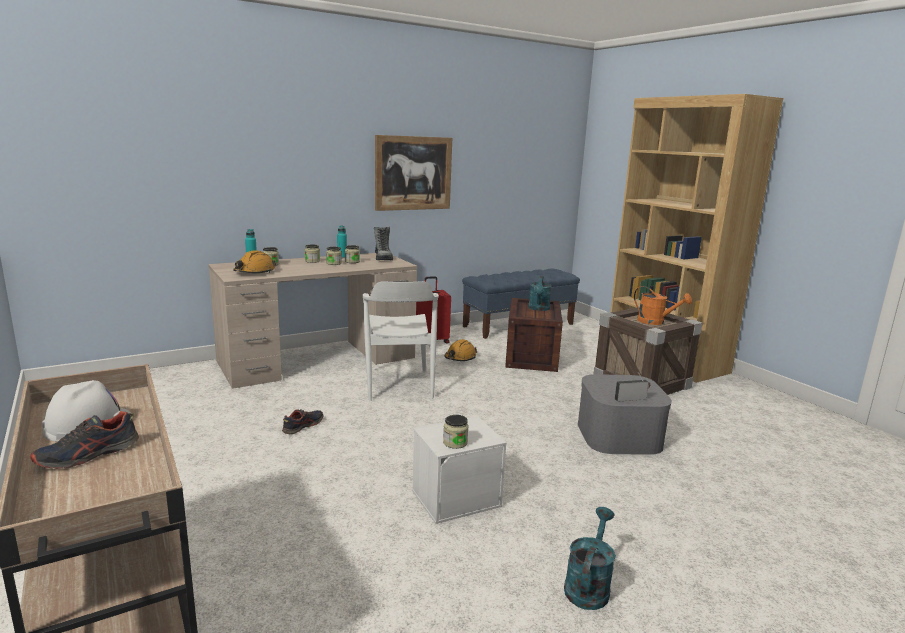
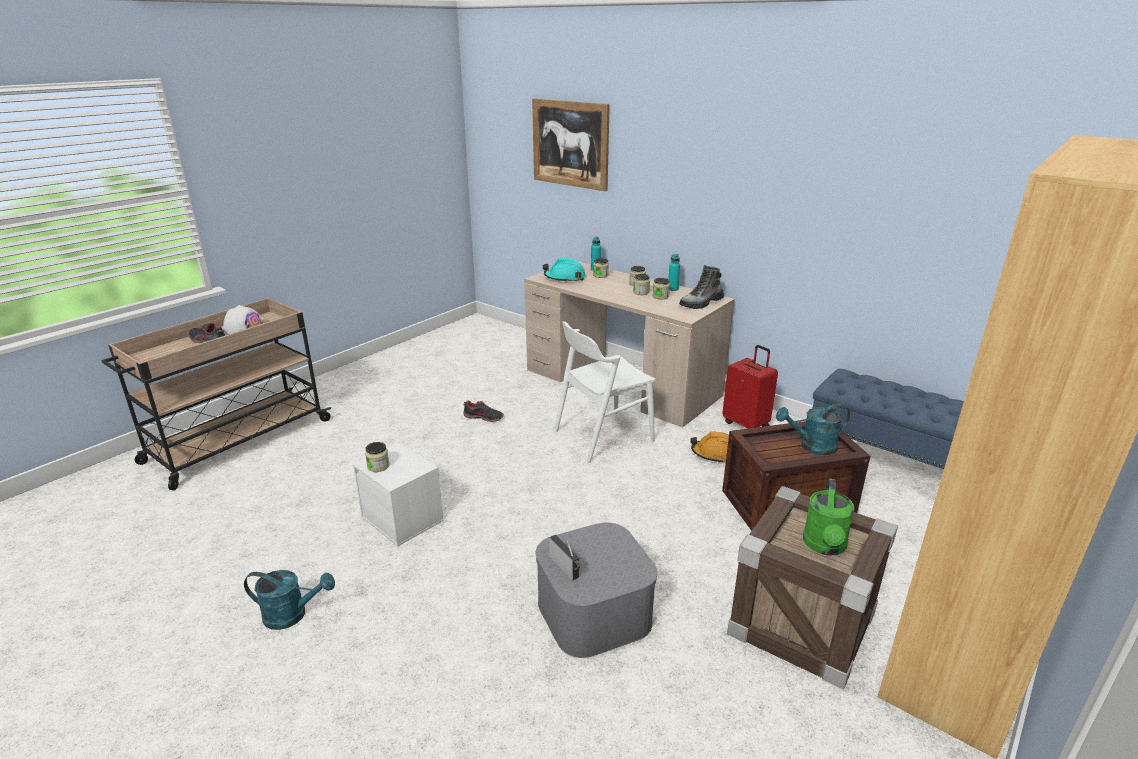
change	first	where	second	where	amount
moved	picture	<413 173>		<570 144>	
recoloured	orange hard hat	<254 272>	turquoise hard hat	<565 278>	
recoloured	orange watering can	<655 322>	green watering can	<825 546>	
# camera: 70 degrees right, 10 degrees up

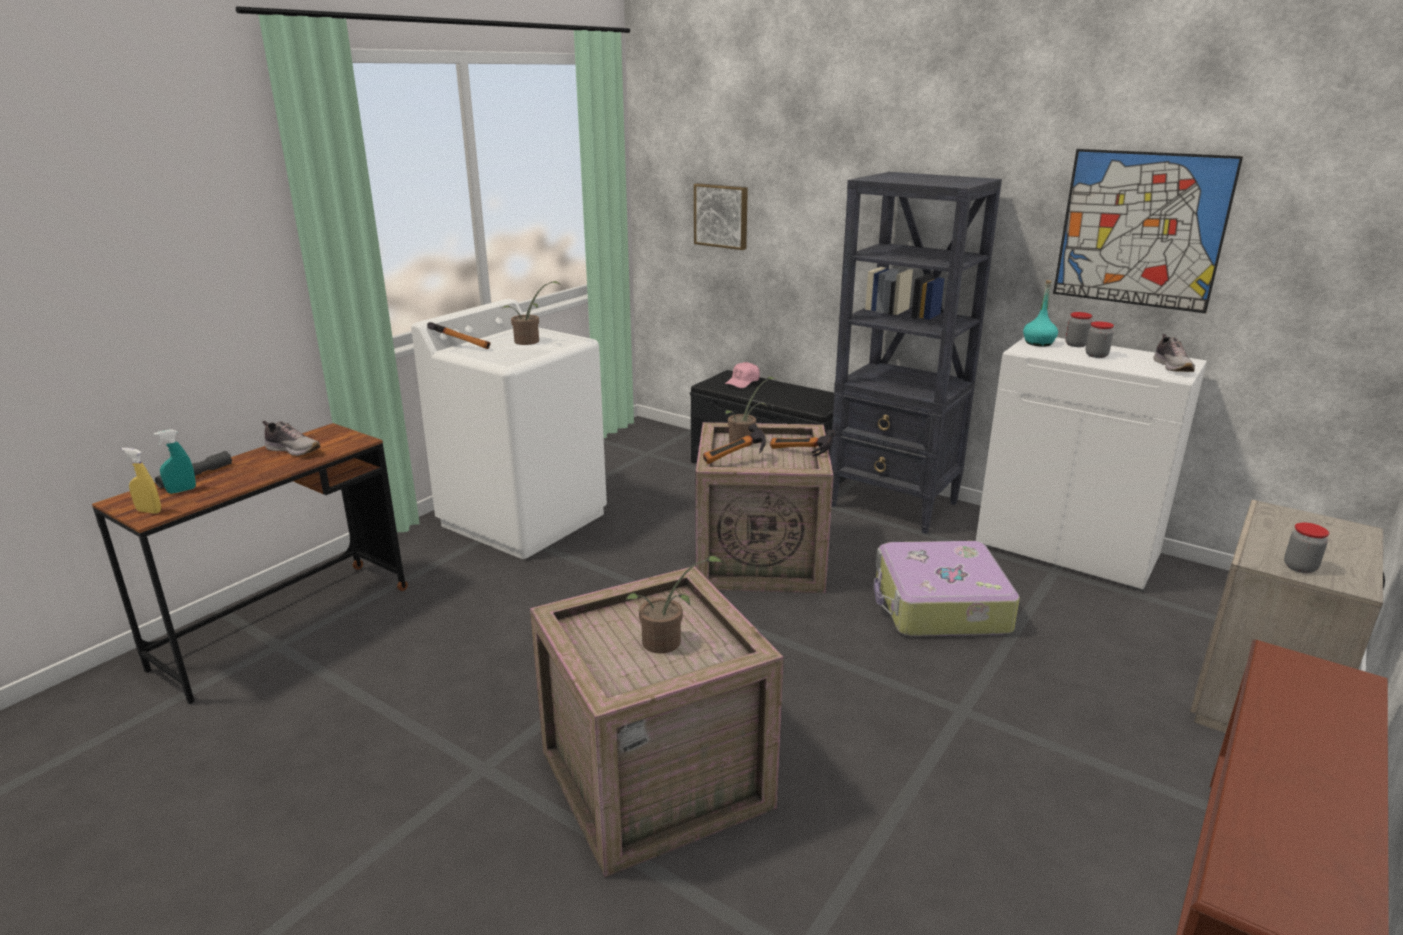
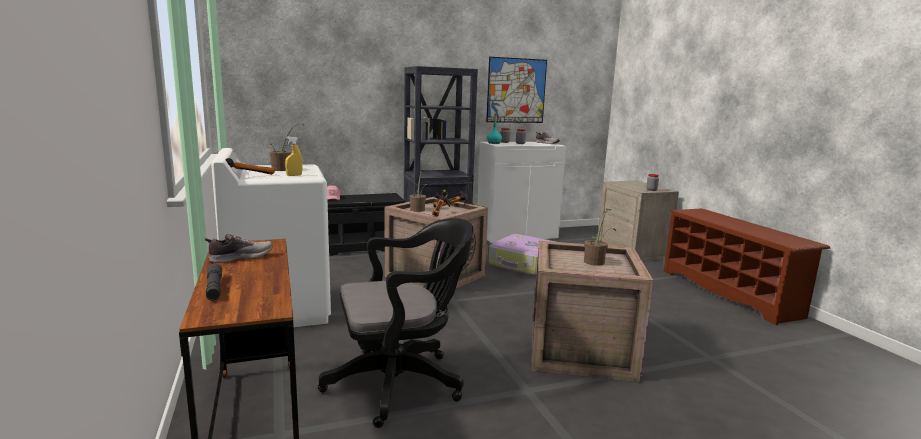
change	first	where	second	where	amount
removed	turquoise spray bottle	<182 490>			
removed	picture	<722 216>			
added			black office chair	<401 383>	
moved	yellow spray bottle	<149 511>		<294 175>	
# camera: 55 degrees left, 10 degrees down

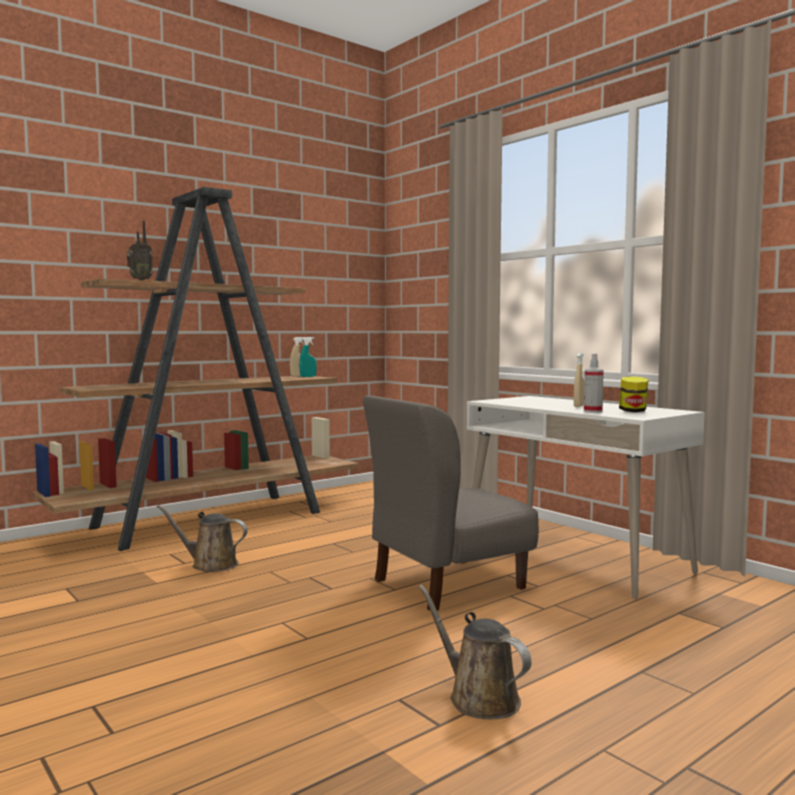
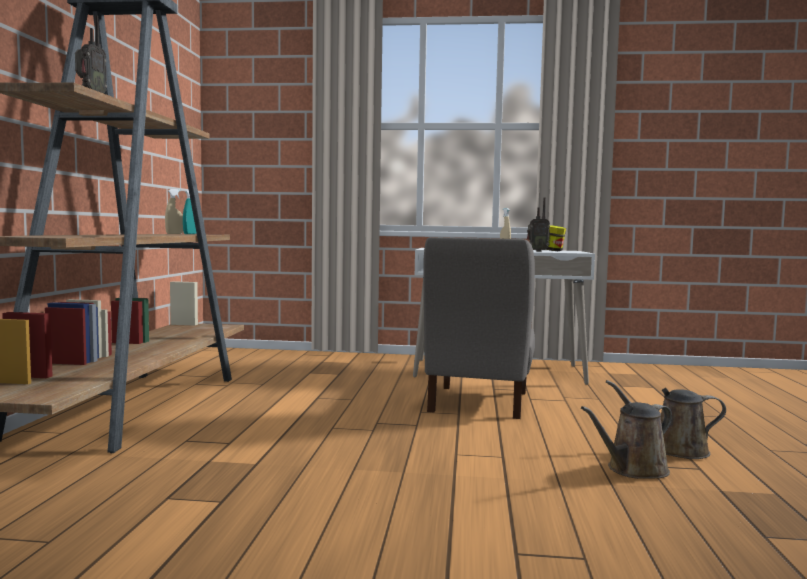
change	first	where	second	where	amount
moved	brown watering can	<210 564>		<633 470>	
replaced	spray bottle	<593 411>	radio	<537 251>	
# camera: 45 degrees left, 0 degrees up

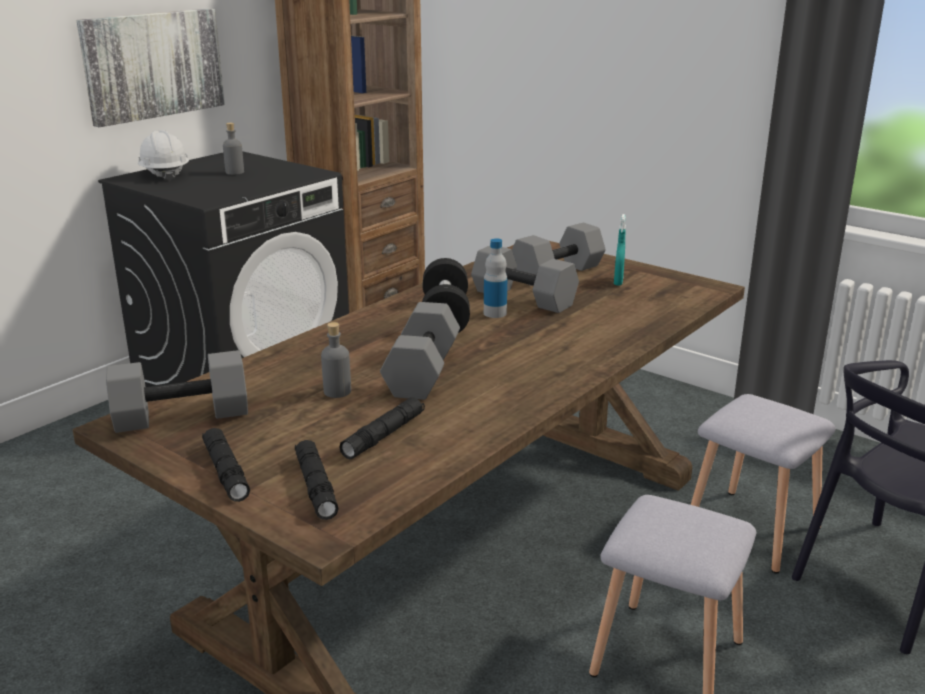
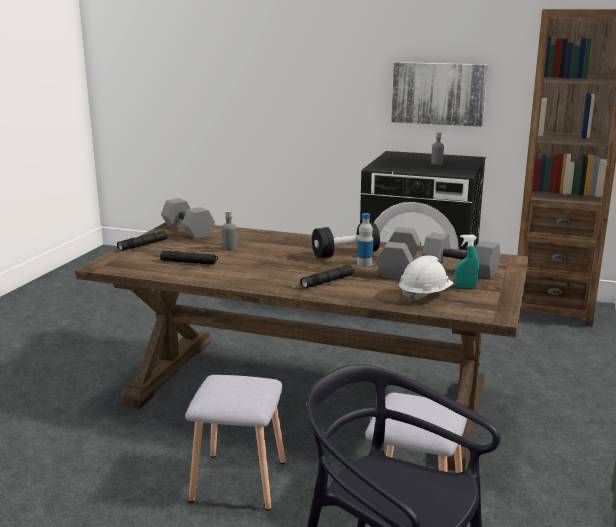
change	first	where	second	where	amount
removed	grey dumbbell	<420 371>			
moved	white hard hat	<164 174>		<424 295>	
moved	black flashlight	<316 486>		<328 281>	
# camera: 70 degrees right, 5 degrees down

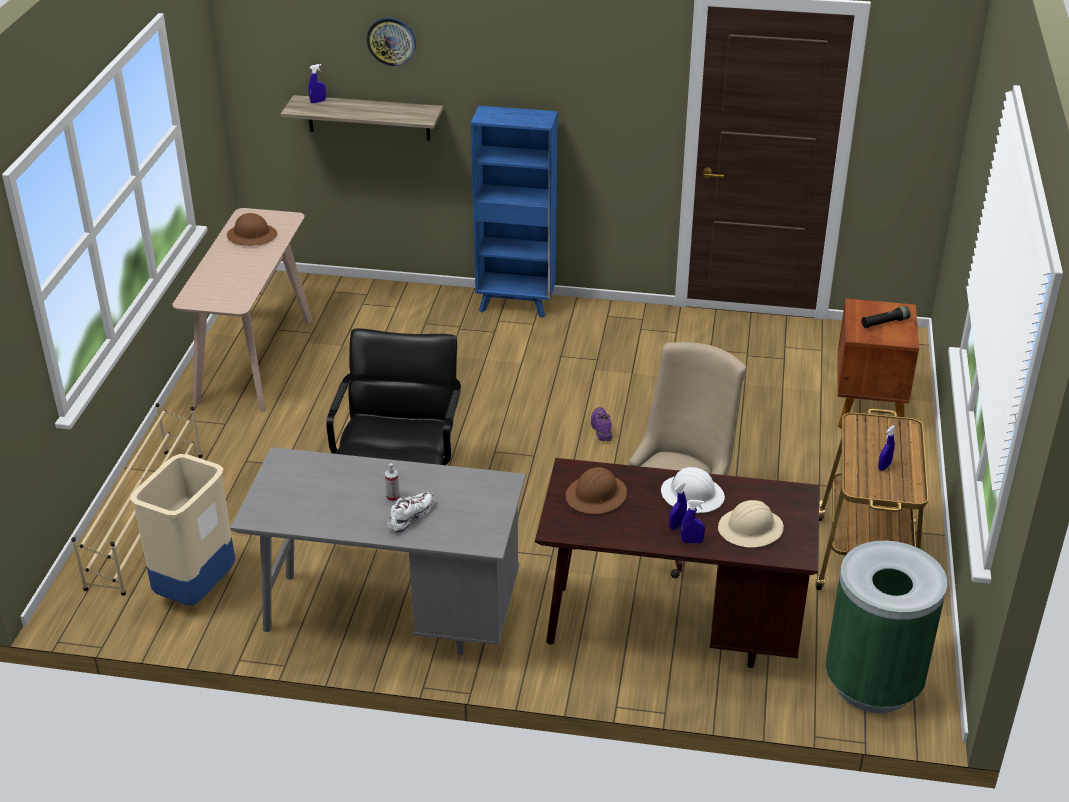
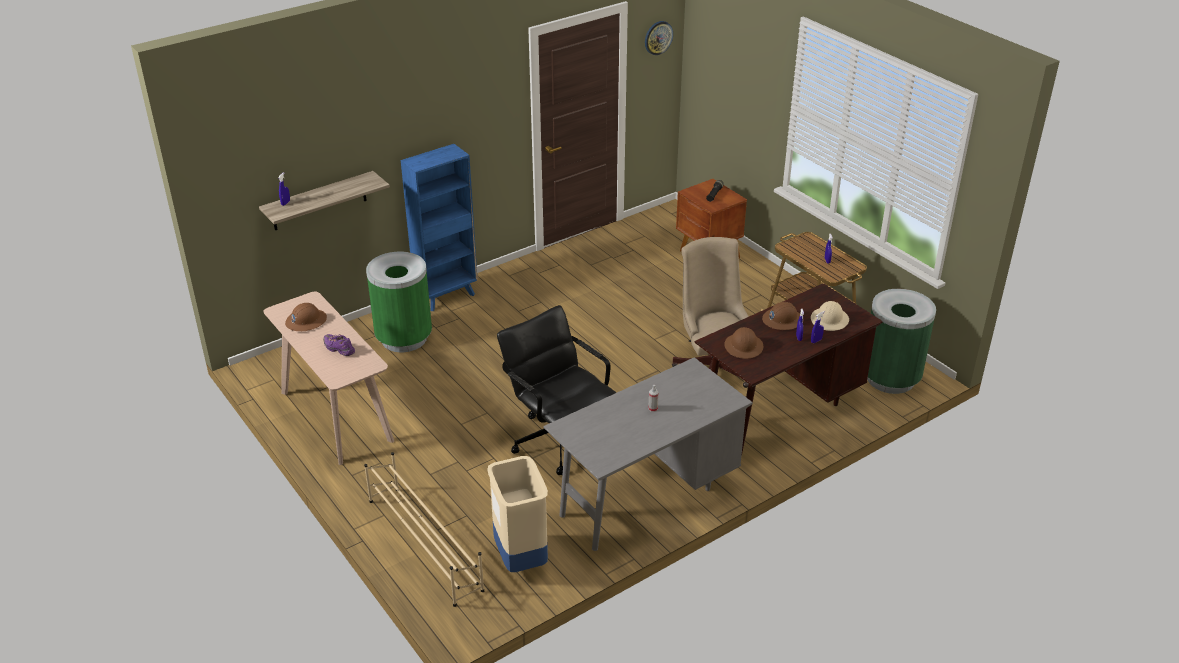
change	first	where	second	where	amount
removed	white shoe	<410 517>			
added			green trash can	<404 339>	
moved	wall clock	<391 41>		<658 37>	
moved	purple shoe	<601 429>		<339 349>	
recoloured	white hard hat	<692 495>	brown hard hat	<782 320>	
# camera: 45 degrees left, 0 degrees up

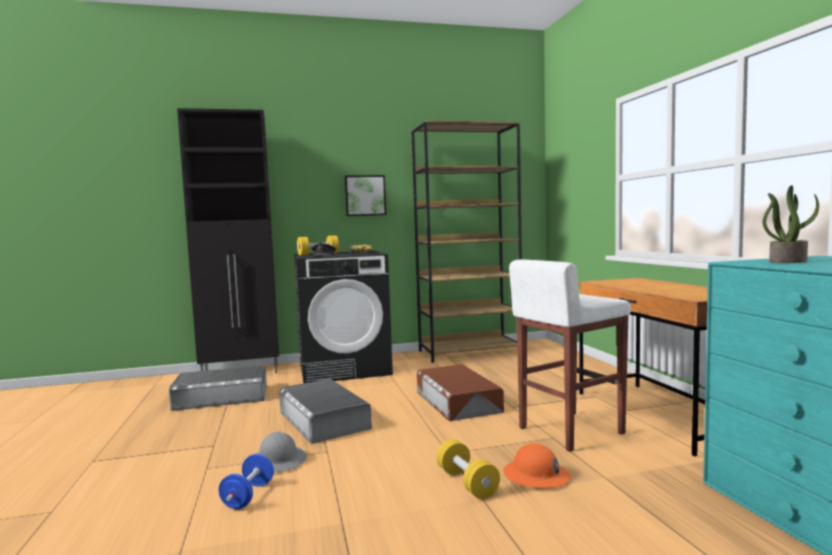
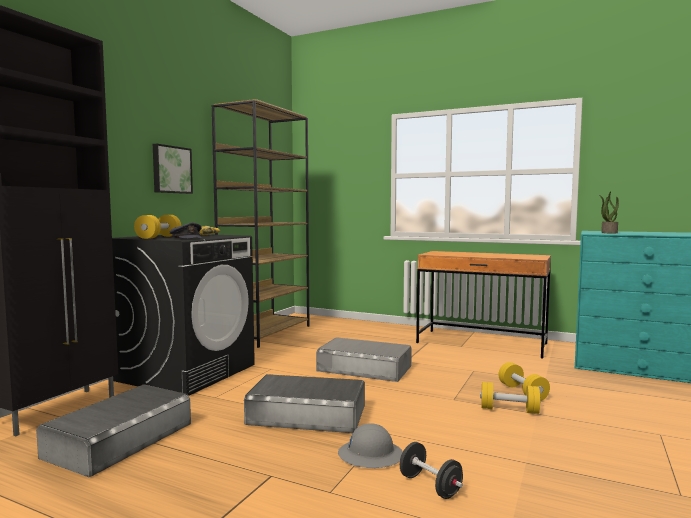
change	first	where	second	where	amount
removed	white stool	<569 430>			
replaced	orange hard hat	<536 476>	yellow dumbbell	<522 392>	
recoloured	blue dumbbell	<248 496>	black dumbbell	<430 486>	
recoloured	brown storage box	<458 401>	grey storage box	<364 368>	
# camera: 50 degrees left, 0 degrees up

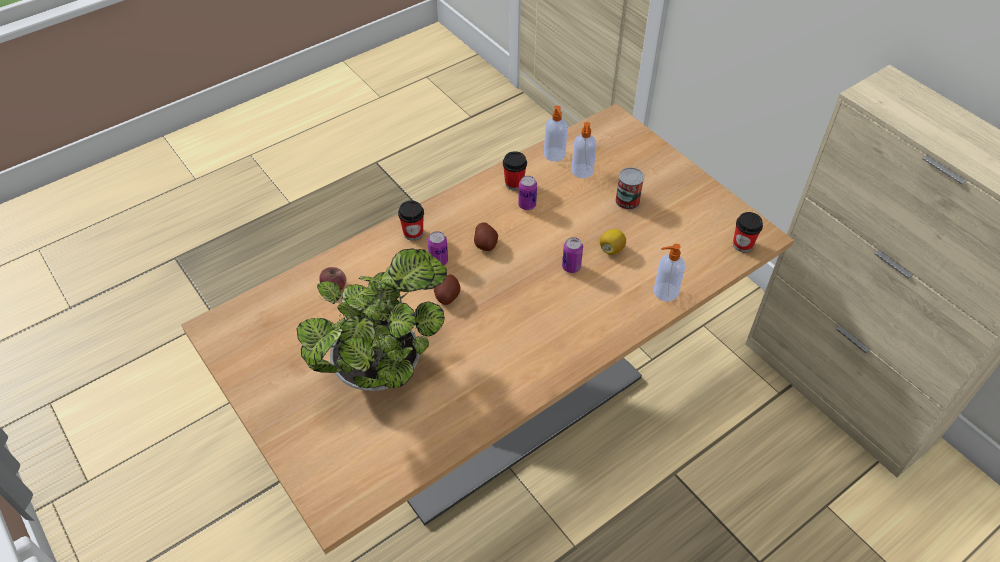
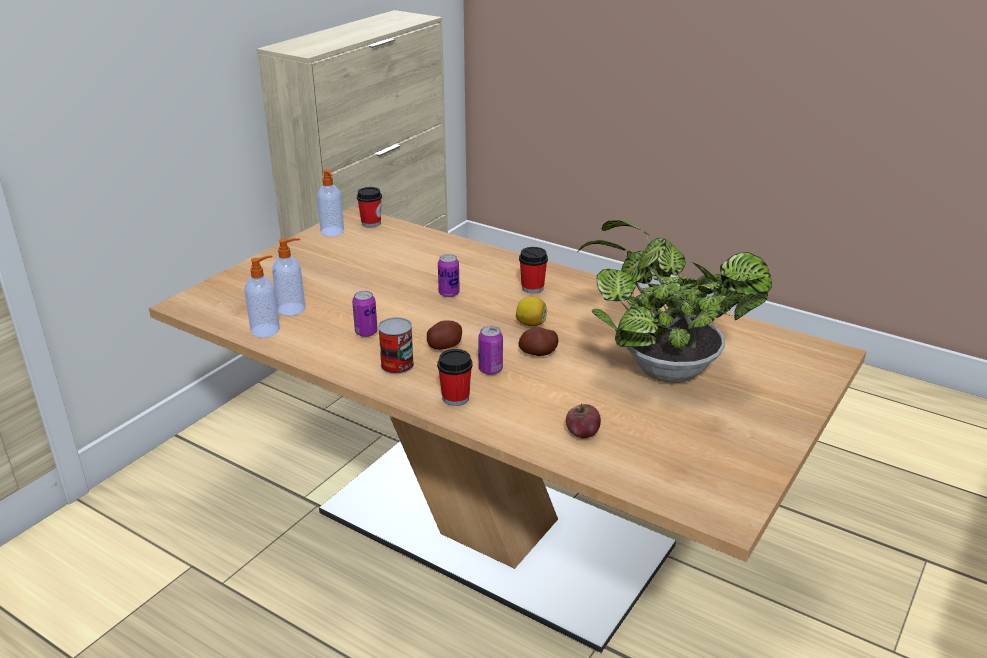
change	first	where	second	where	amount
moved	cup	<514 183>		<532 288>	
moved	lemon	<611 249>		<531 324>	
moved	can	<627 201>		<397 365>	
moved	soap dispenser	<664 292>		<332 232>	
# camera: 110 degrees left, 20 degrees down

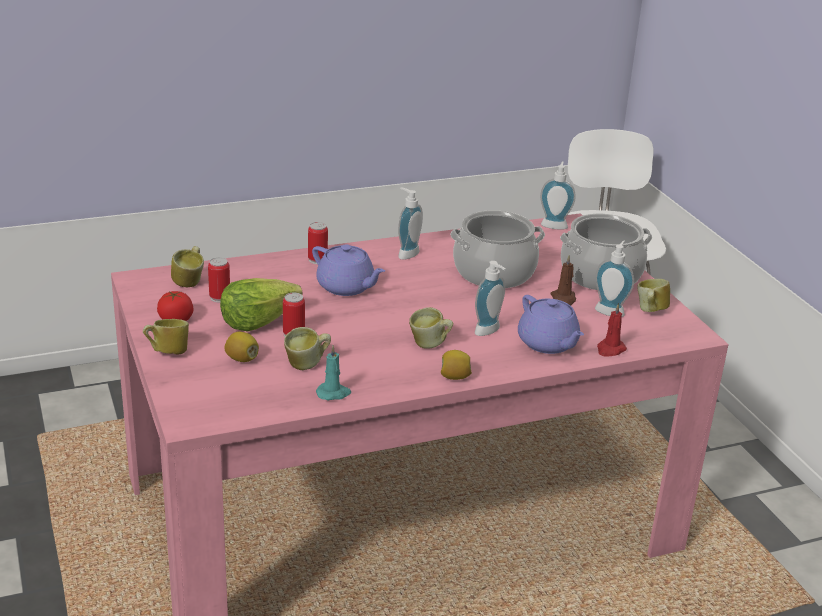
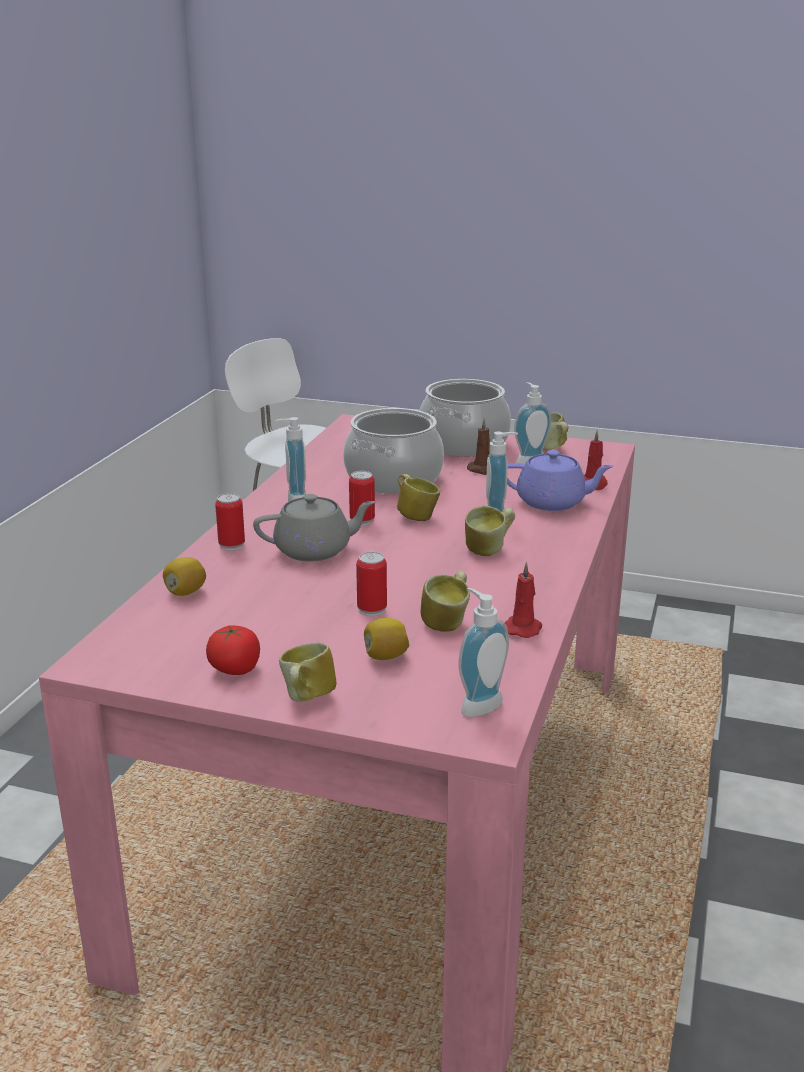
change	first	where	second	where	amount
removed	lettuce	<257 320>			
moved	mug	<190 282>		<415 516>	
moved	can	<219 297>		<362 520>	
moved	lemon	<454 377>		<185 592>	
moved	soap dispenser	<554 225>		<477 704>	
recoloured	purple teapot	<346 287>	grey teapot	<315 550>	
recoloured	turquoise candle	<333 393>	red candle	<523 628>	
# camera: 50 degrees left, 5 degrees down

